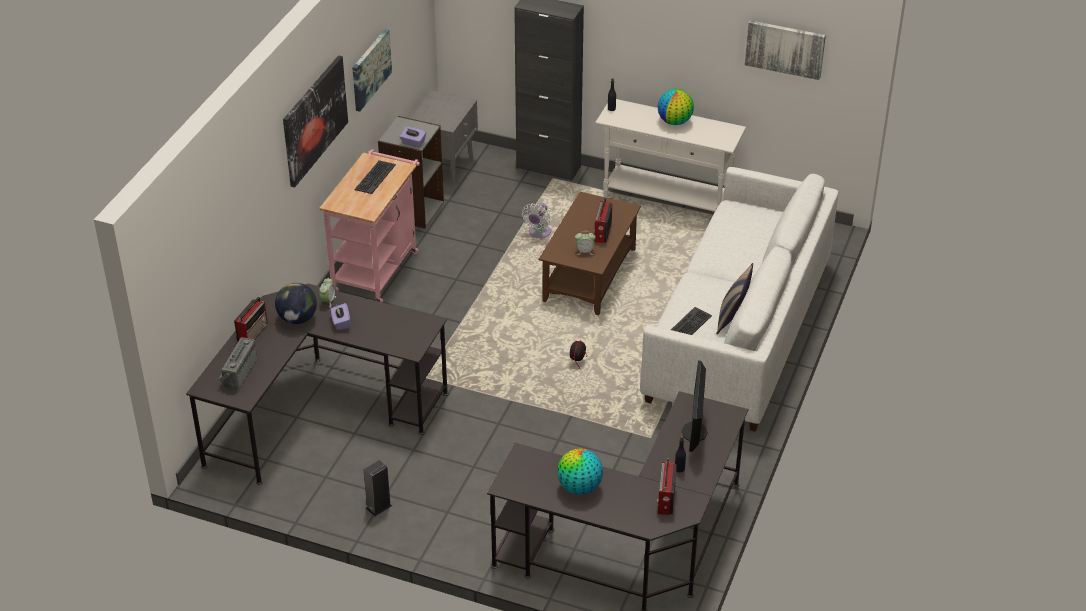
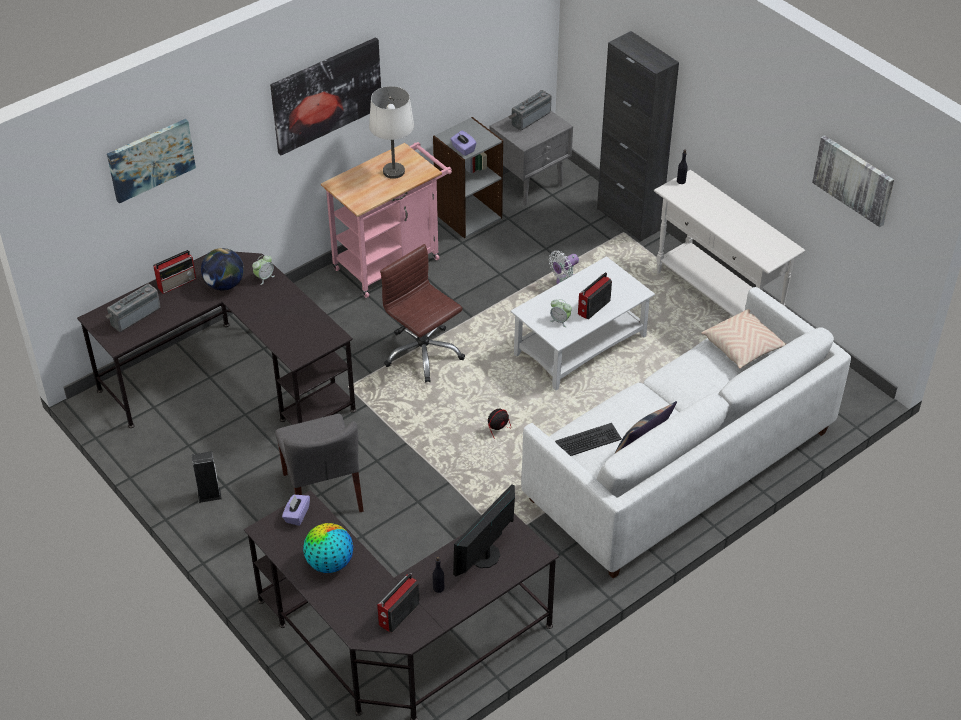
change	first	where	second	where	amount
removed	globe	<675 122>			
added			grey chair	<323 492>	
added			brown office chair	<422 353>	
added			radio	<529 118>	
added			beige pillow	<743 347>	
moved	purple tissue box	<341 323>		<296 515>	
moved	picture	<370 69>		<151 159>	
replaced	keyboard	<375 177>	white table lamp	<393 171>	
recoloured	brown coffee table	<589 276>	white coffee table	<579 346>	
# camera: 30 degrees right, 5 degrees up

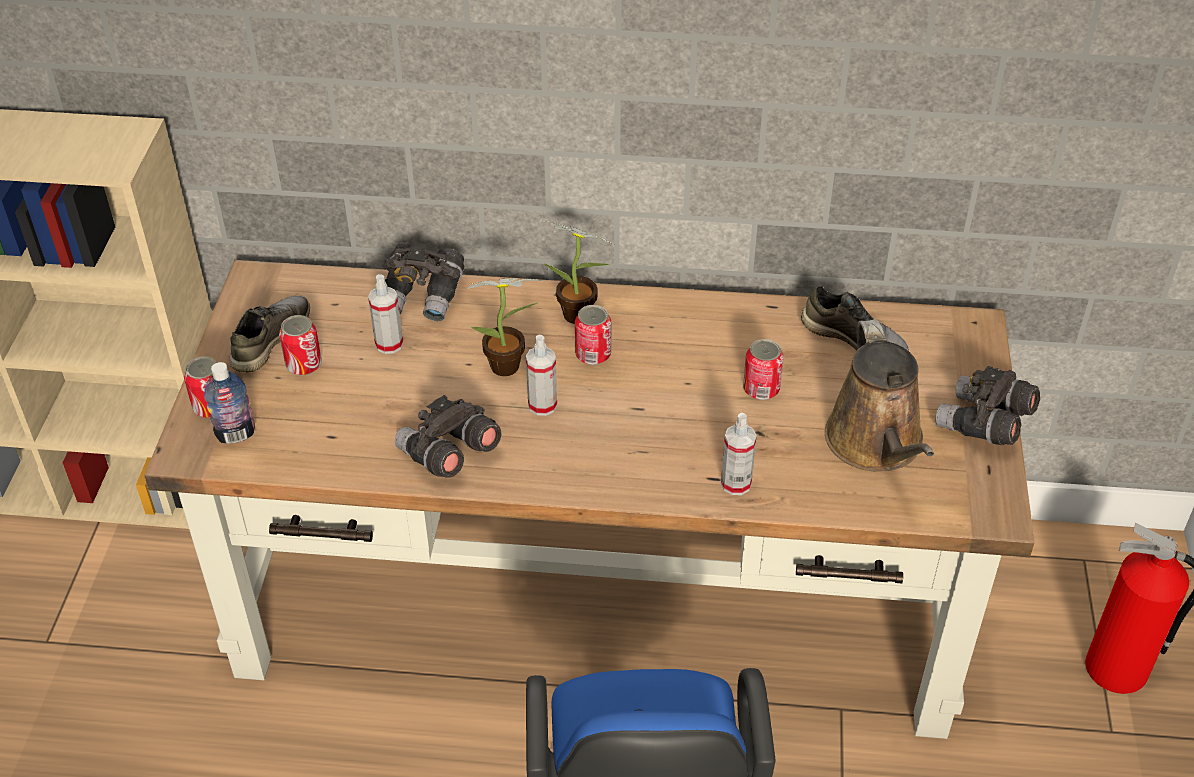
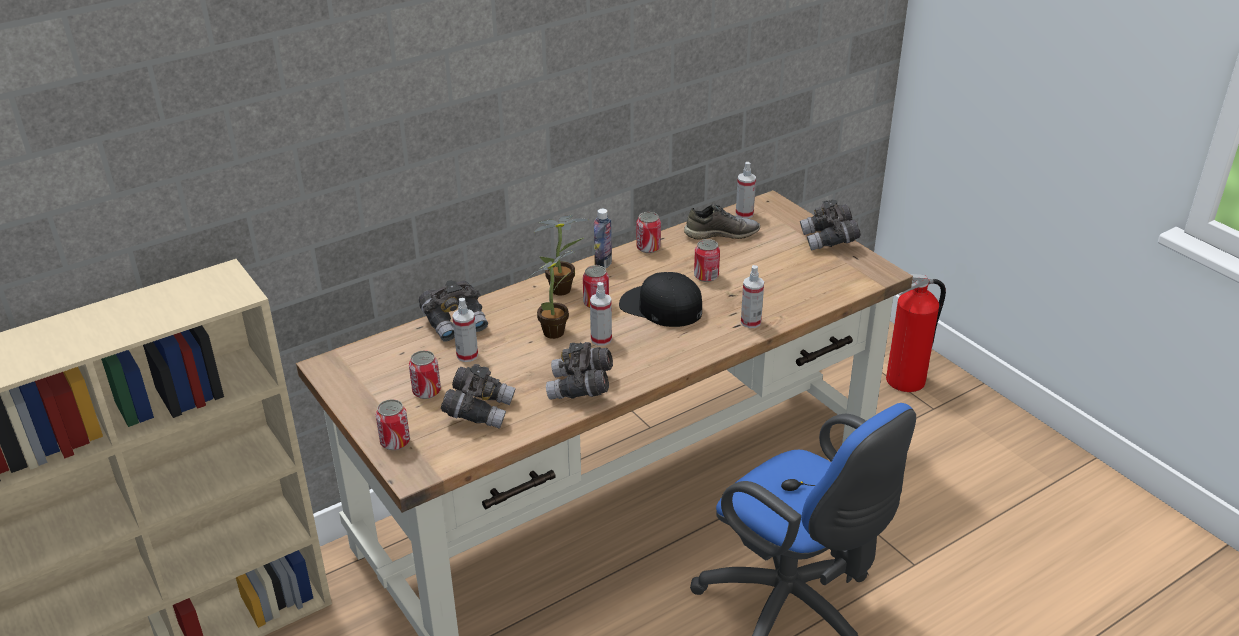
change	first	where	second	where	amount
removed	grey shoe	<270 339>			
removed	brown watering can	<876 444>			
added			grey binoculars	<479 411>	
added			black cap	<660 307>	
added			can	<648 248>	
added			spray bottle	<744 214>	
moved	bottle	<236 435>		<603 264>	
# camera: 40 degrees left, 10 degrees down

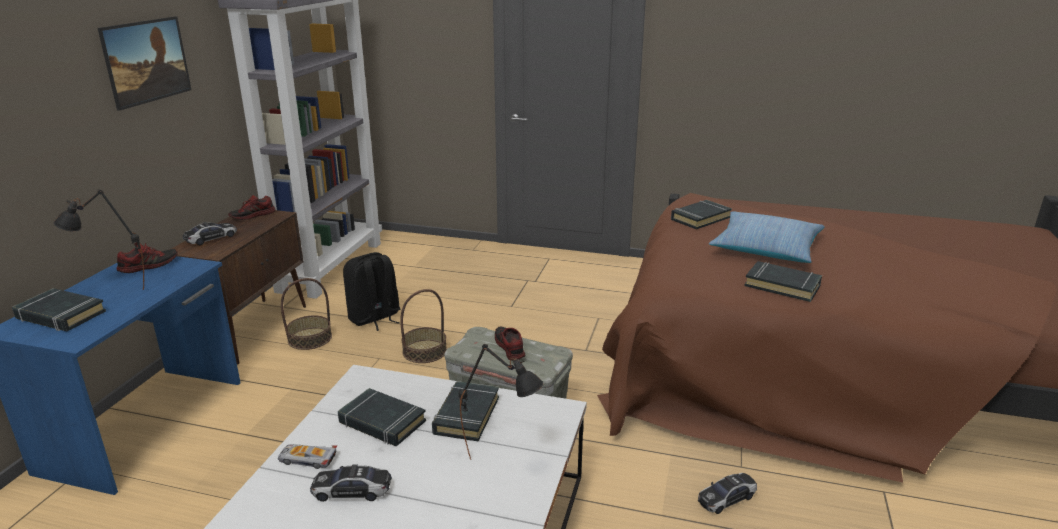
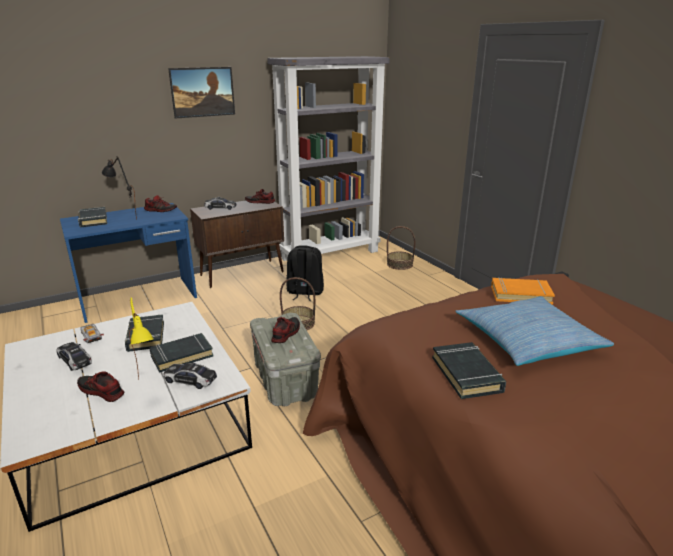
change	first	where	second	where	amount
added			shoe	<101 392>	
moved	basket	<310 338>		<399 264>	
moved	toy car	<726 498>		<190 380>	
recoloured	black table lamp	<501 459>	yellow table lamp	<149 388>	
recoloured	black book	<700 218>	orange book	<520 295>	
# camera: 45 degrees right, 0 degrees up

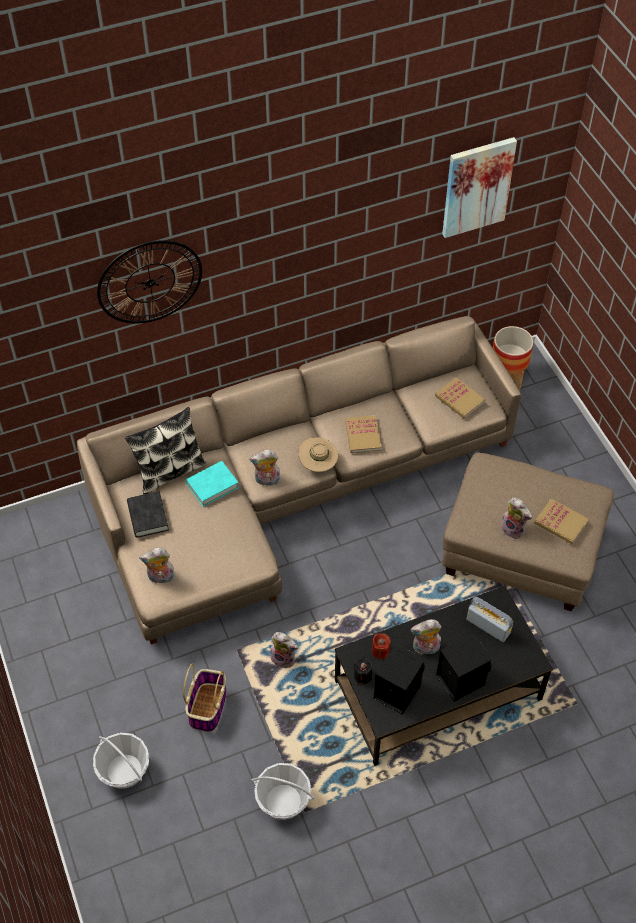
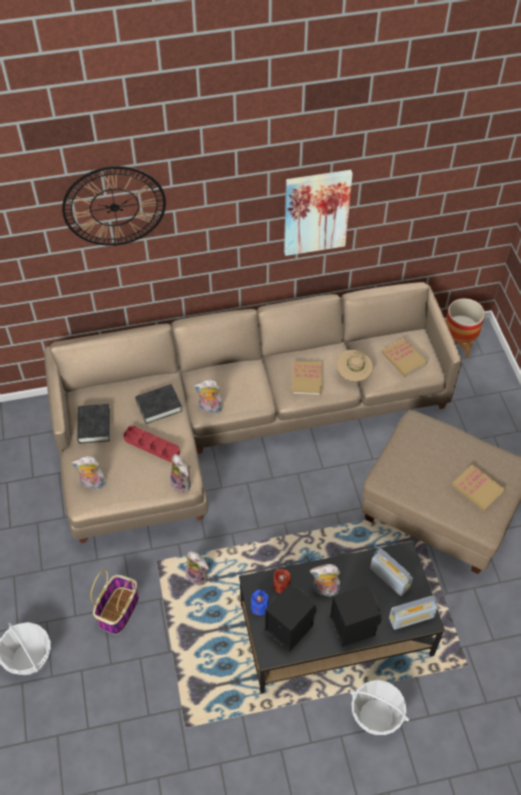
change	first	where	second	where	amount
removed	pillow	<169 471>			
added			red tray	<152 446>	
added			radio	<411 617>	
moved	basket	<283 801>		<376 716>	
moved	beige hat	<318 463>		<353 374>	
moved	picture	<477 186>		<316 212>	
moved	plush toy	<514 529>		<183 484>	
recoloured	turquoise book	<212 486>	black book	<159 406>	
recoloured	black candle	<363 676>	blue candle	<259 607>	
# camera: 10 degrees right, 0 degrees up

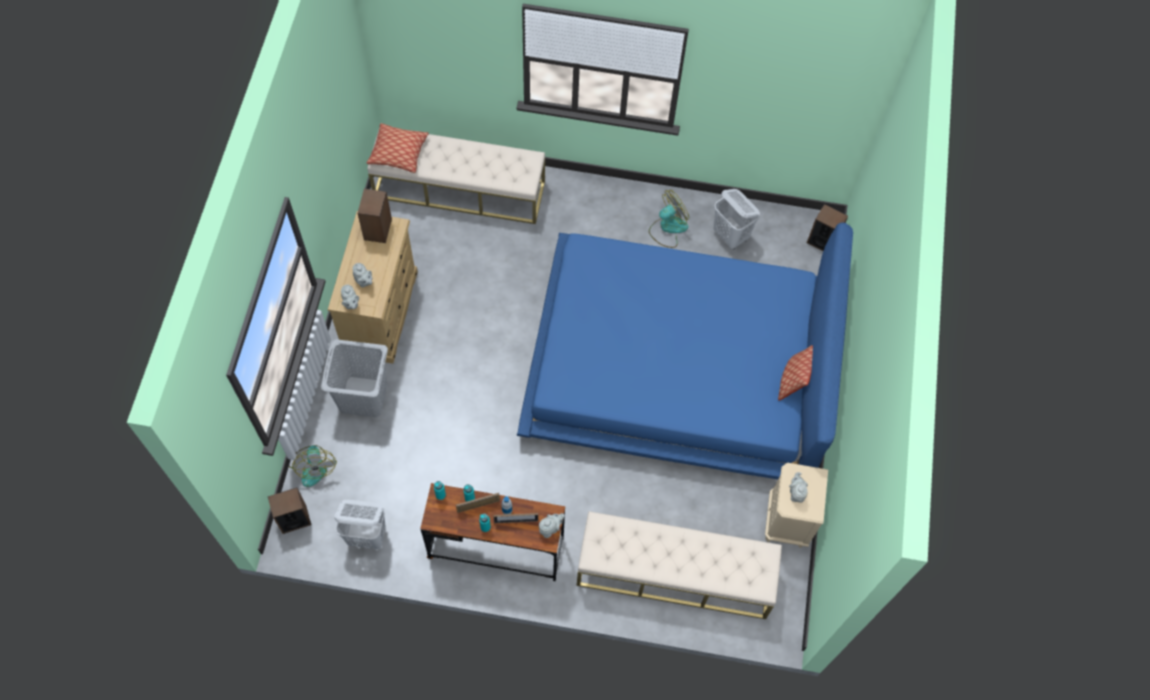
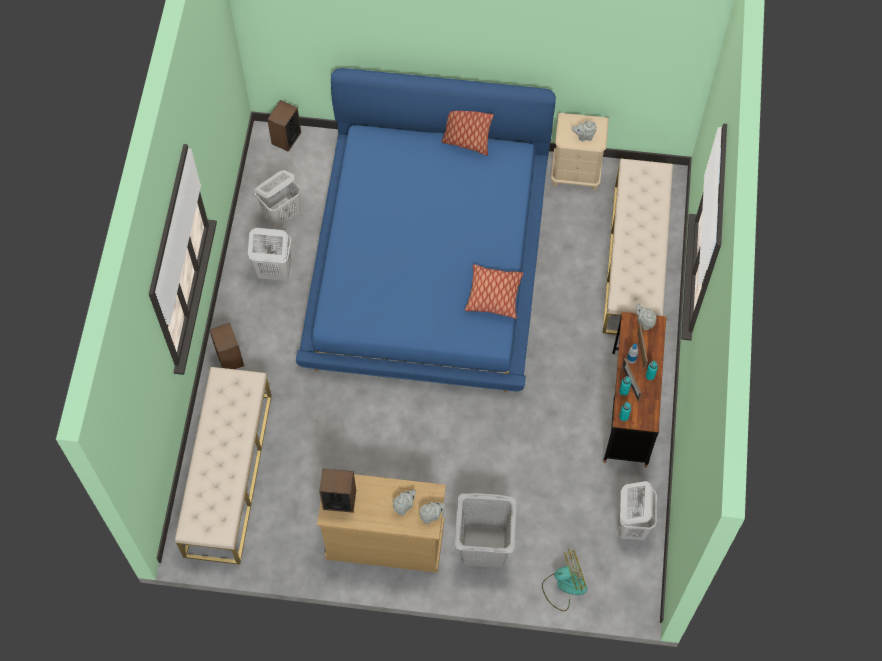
change	first	where	second	where	amount
moved	speaker	<294 519>		<229 358>	
moved	pillow	<398 153>		<494 295>	
replaced	fan	<668 228>	white laundry basket	<274 271>	
# camera: 90 degrees left, 0 degrees up

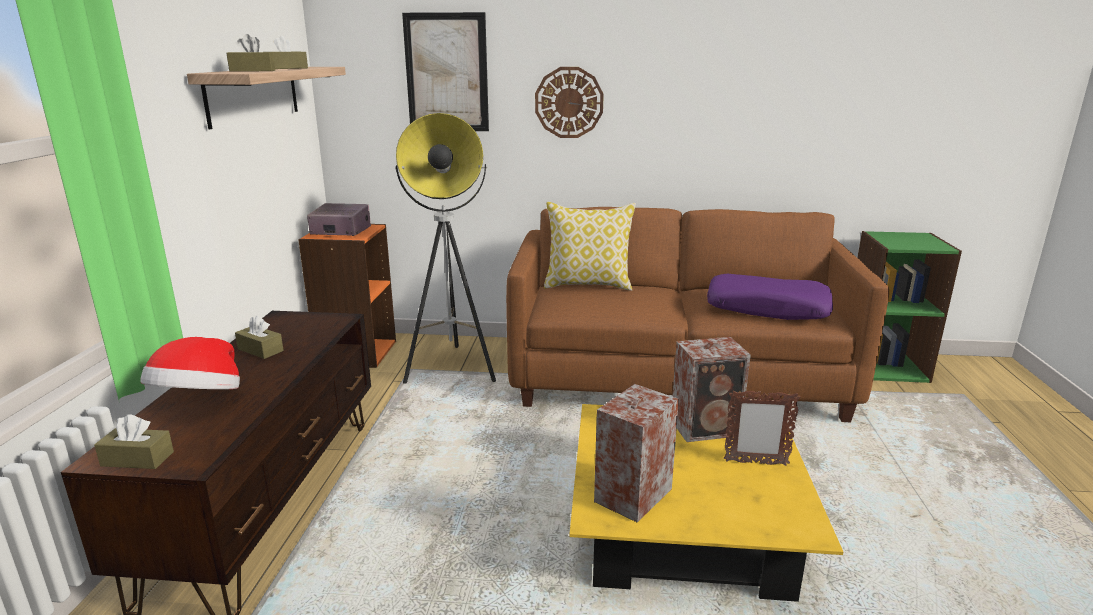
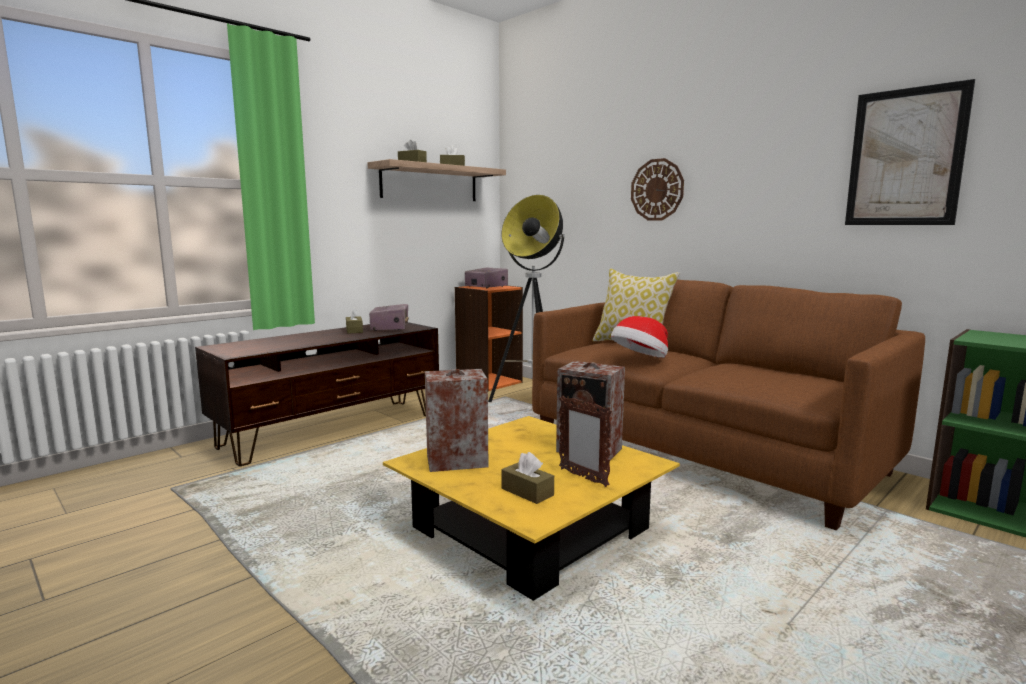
change	first	where	second	where	amount
removed	purple pillow	<767 308>			
added			radio	<390 328>	
moved	brown tissue box	<137 459>		<527 492>	
moved	hat	<199 400>		<640 359>	
moved	picture	<446 73>		<905 157>	
# camera: 40 degrees right, 10 degrees down

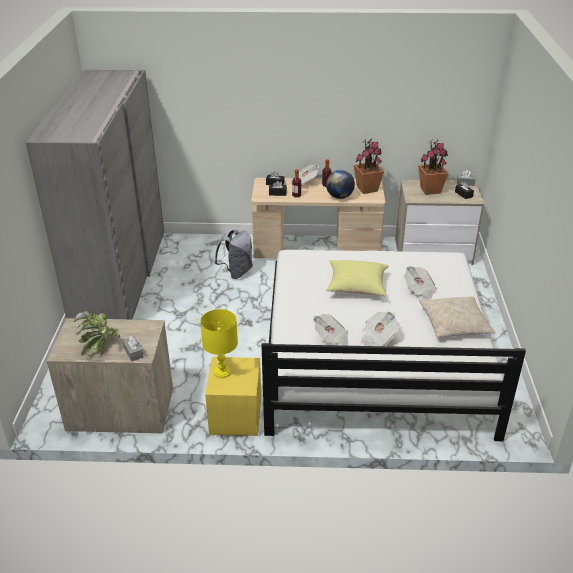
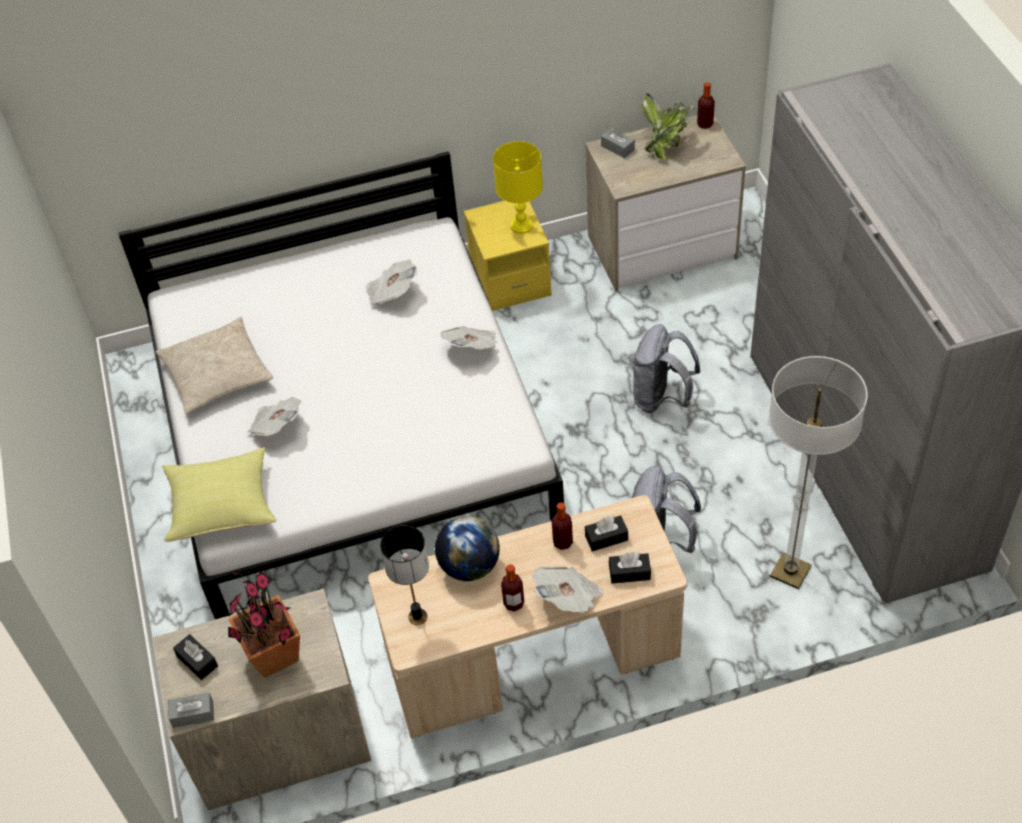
change	first	where	second	where	amount
added			grey backpack	<661 398>	
added			bottle	<705 124>	
added			floor lamp	<790 572>	
moved	yellow pillow	<356 287>		<223 506>	
moved	newspaper	<378 338>		<472 347>	
replaced	potted plant	<367 189>	table lamp	<418 616>	
# camera: 165 degrees right, 15 degrees up

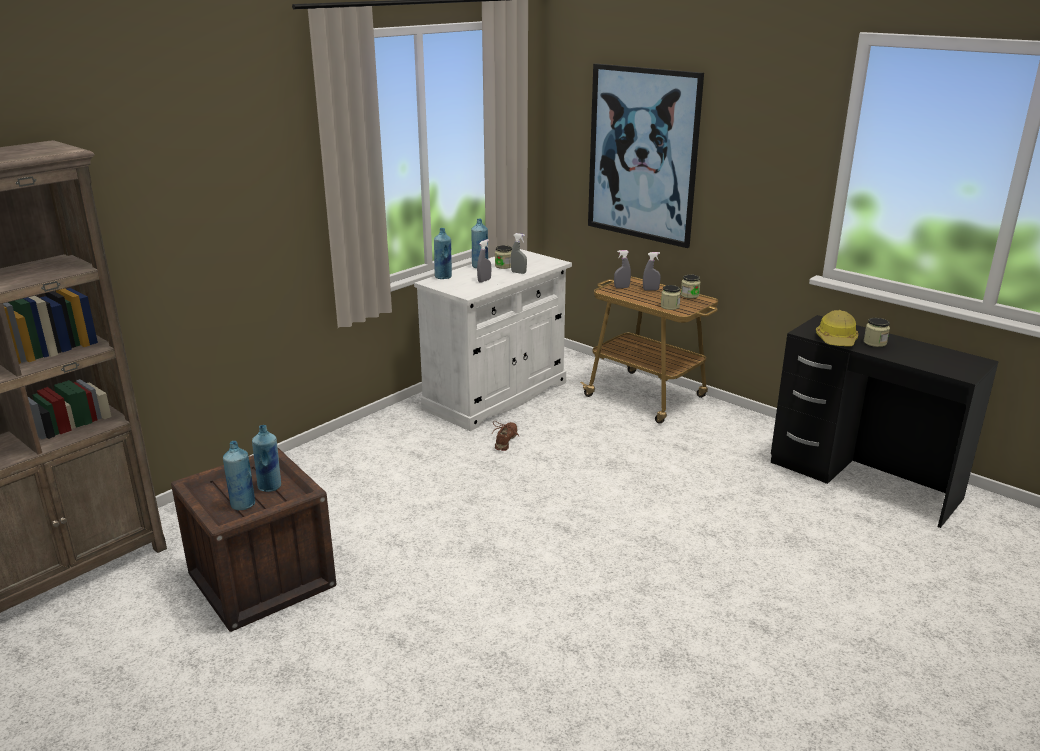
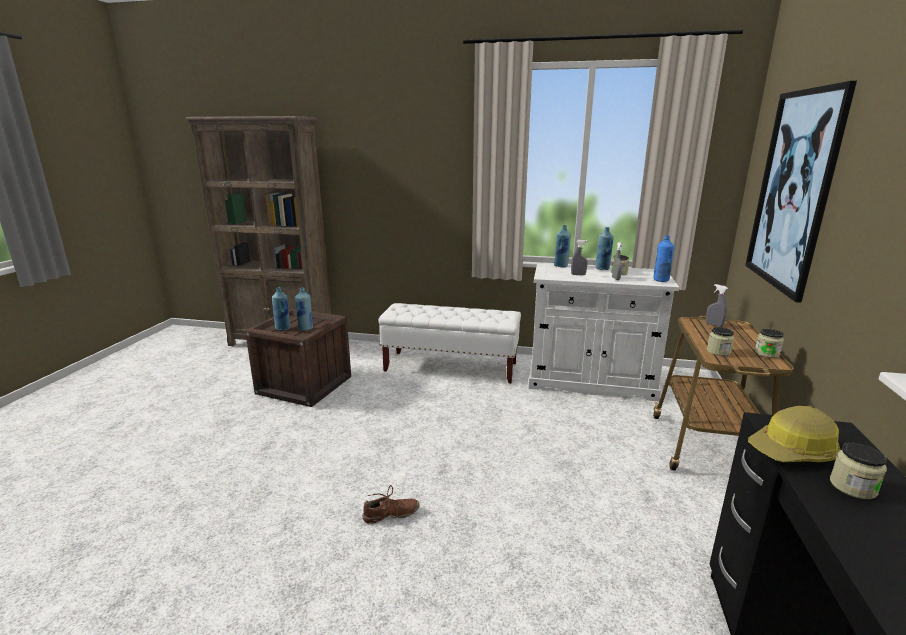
change	first	where	second	where	amount
removed	grey spray bottle	<650 290>			
added			white bench	<451 367>	
added			blue bottle	<660 280>	
moved	brown shoe	<506 441>		<391 515>	
# camera: 60 degrees right, 5 degrees down

